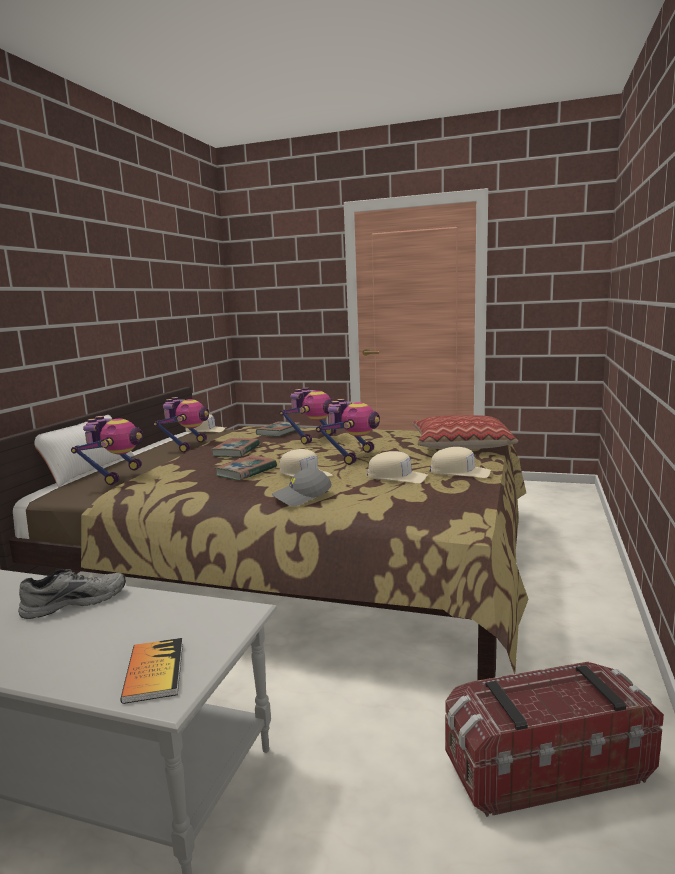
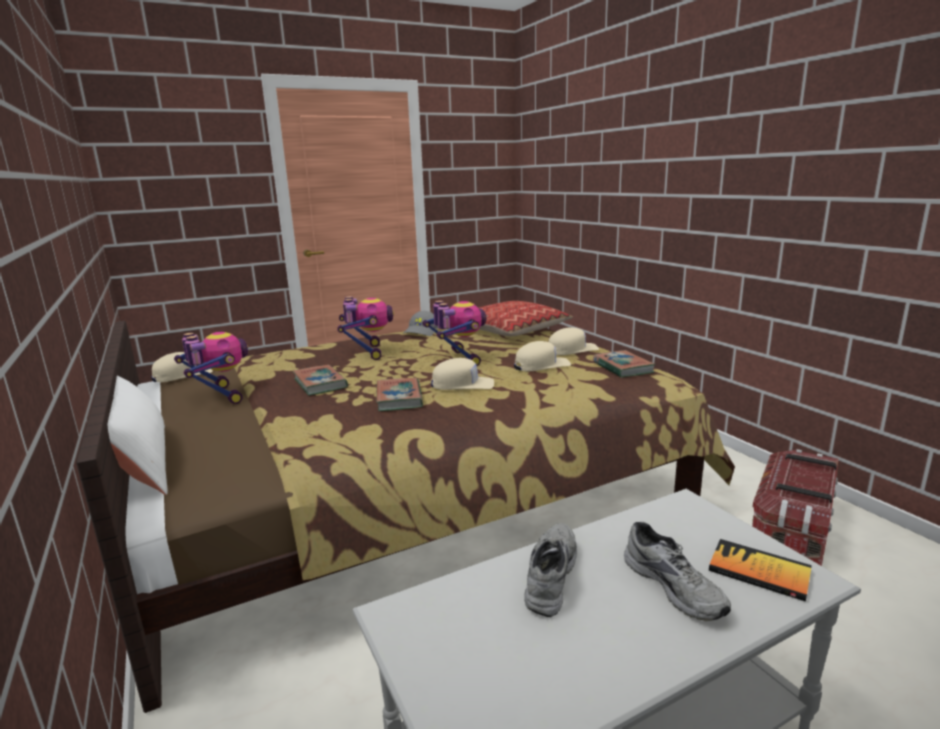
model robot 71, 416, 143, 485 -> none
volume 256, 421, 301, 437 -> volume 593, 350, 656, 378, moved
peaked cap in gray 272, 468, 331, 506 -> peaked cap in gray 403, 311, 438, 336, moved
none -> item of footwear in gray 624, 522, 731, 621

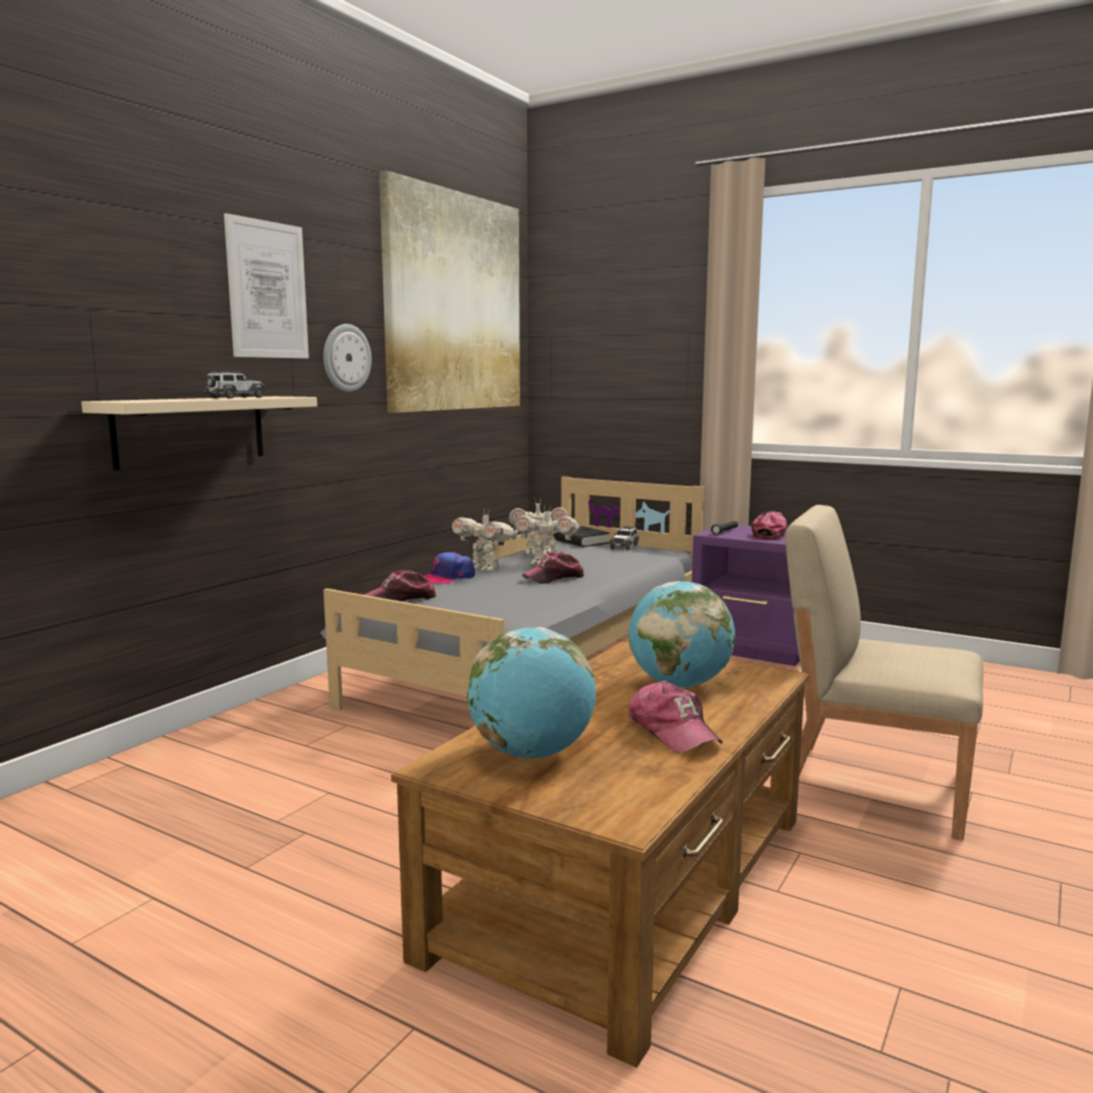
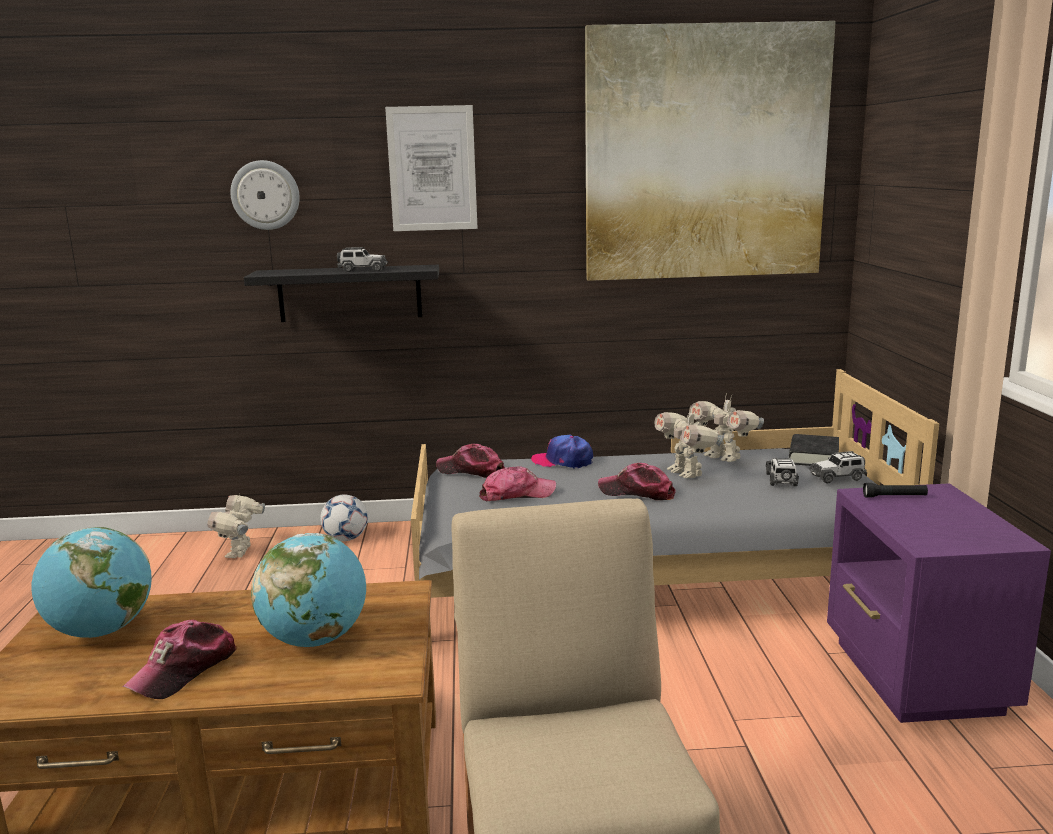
clock on the wall 323, 324, 372, 392 -> clock on the wall 230, 160, 300, 230, moved
shelf in beige-coloured 81, 396, 317, 471 -> shelf in black-coloured 244, 265, 439, 322
model robot 452, 511, 518, 570 -> model robot 207, 494, 265, 558, moved
peaked cap 751, 511, 787, 540 -> peaked cap 479, 466, 556, 501, moved
none -> model car 766, 457, 799, 486
none -> football 320, 494, 368, 541

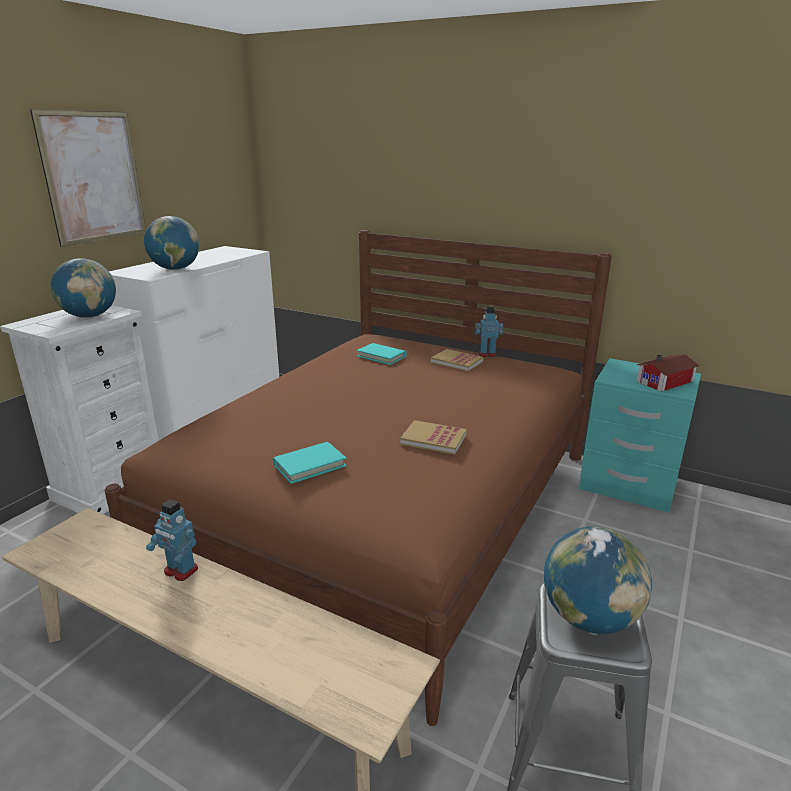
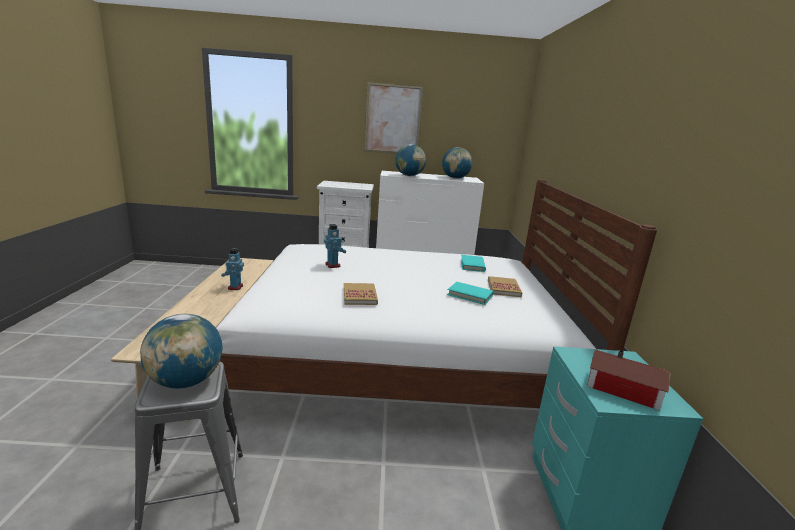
bedroom bed in brown-coloured 105, 230, 612, 726 -> bedroom bed in white 216, 180, 657, 408
desk globe 50, 258, 116, 318 -> desk globe 442, 147, 473, 179, moved
model robot 475, 307, 503, 357 -> model robot 324, 224, 346, 268, moved
volume in blue-green 273, 442, 347, 484 -> volume in blue-green 447, 282, 494, 305, moved

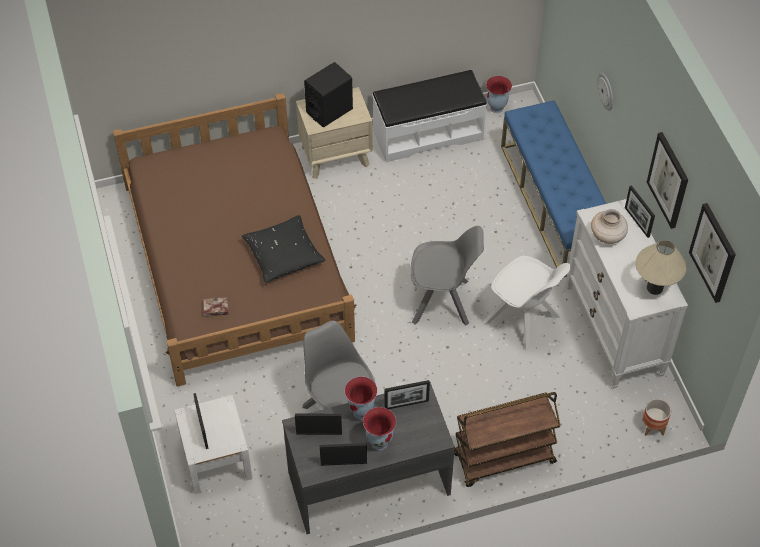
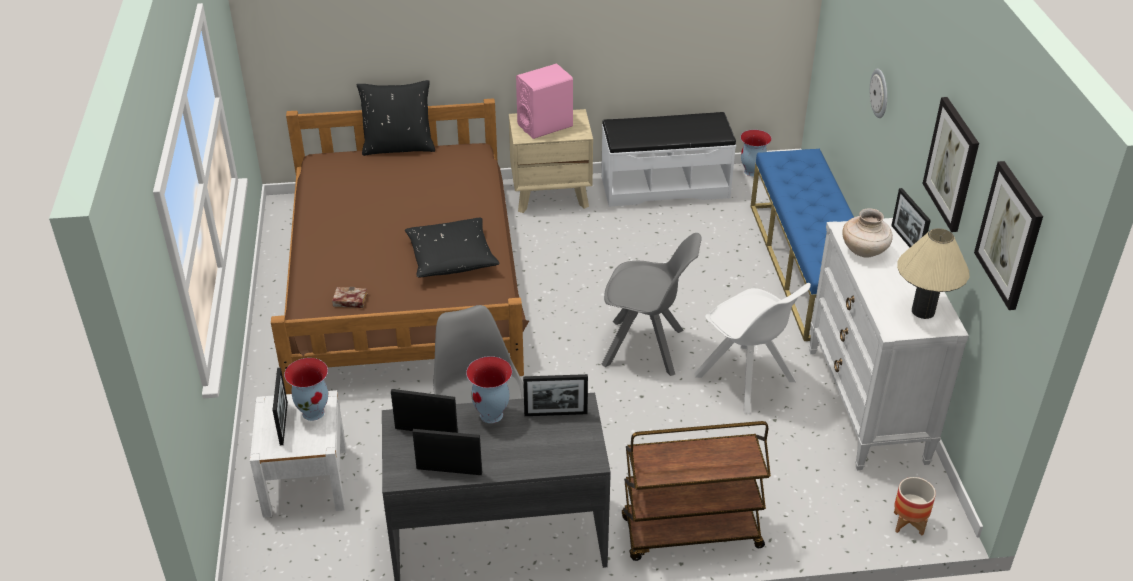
loudspeaker in black-coloured 304, 62, 353, 128 -> loudspeaker in pink-coloured 516, 64, 573, 139
vase 363, 407, 396, 450 -> vase 284, 358, 328, 421, moved
none -> pillow in black-coloured 356, 80, 435, 156

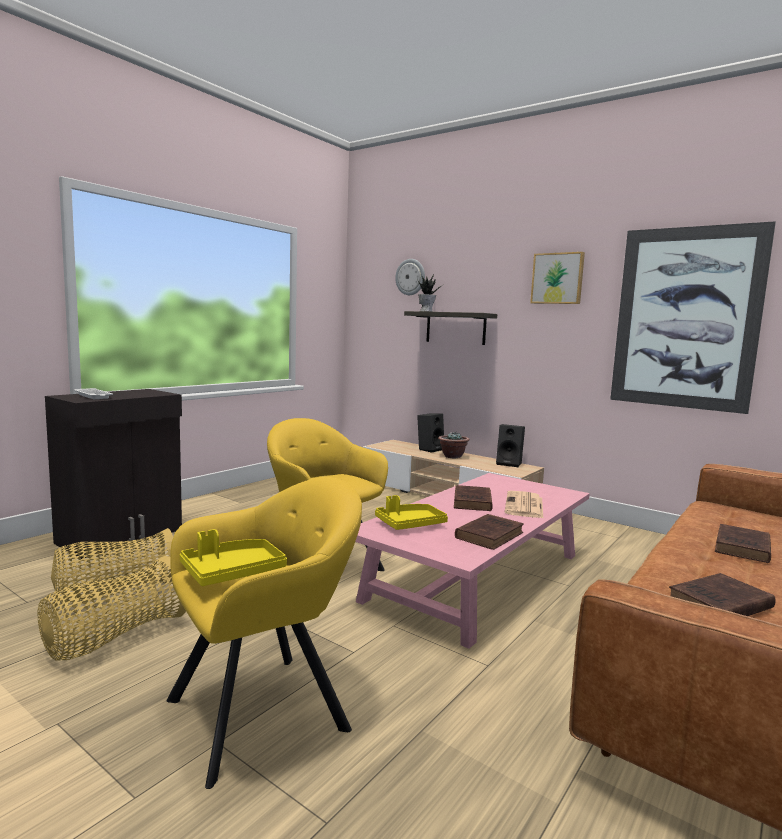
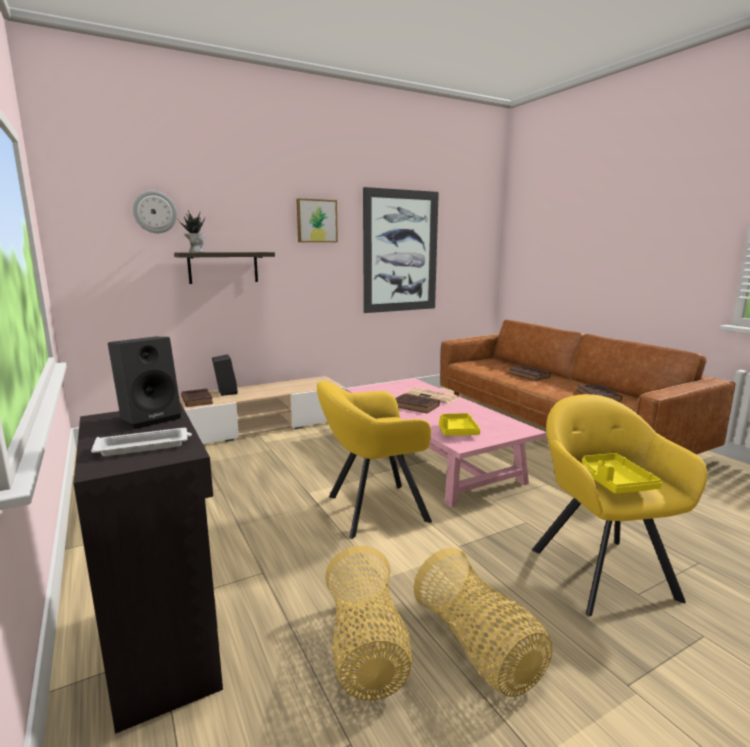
loudspeaker in black-coloured 496, 424, 525, 467 -> loudspeaker in black-coloured 108, 337, 181, 429, moved
houseplant 438, 431, 469, 458 -> none
volume in brown-coloured 455, 514, 524, 550 -> volume in brown-coloured 181, 389, 213, 407, moved

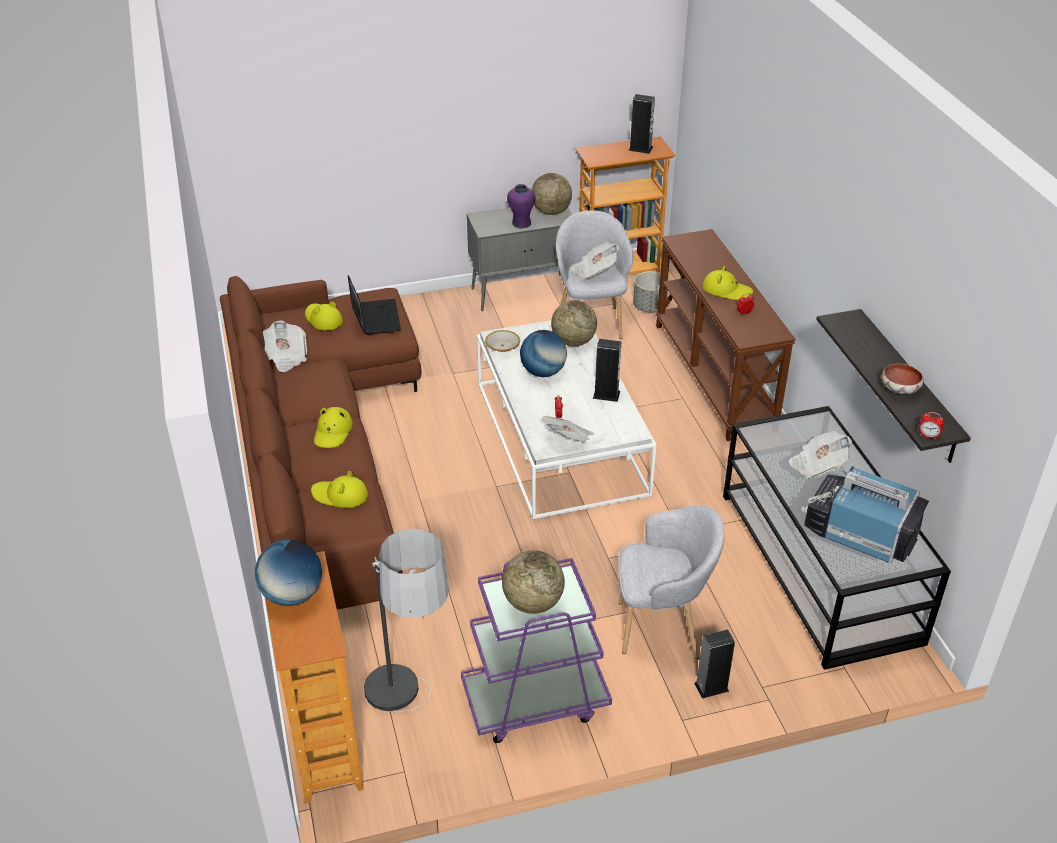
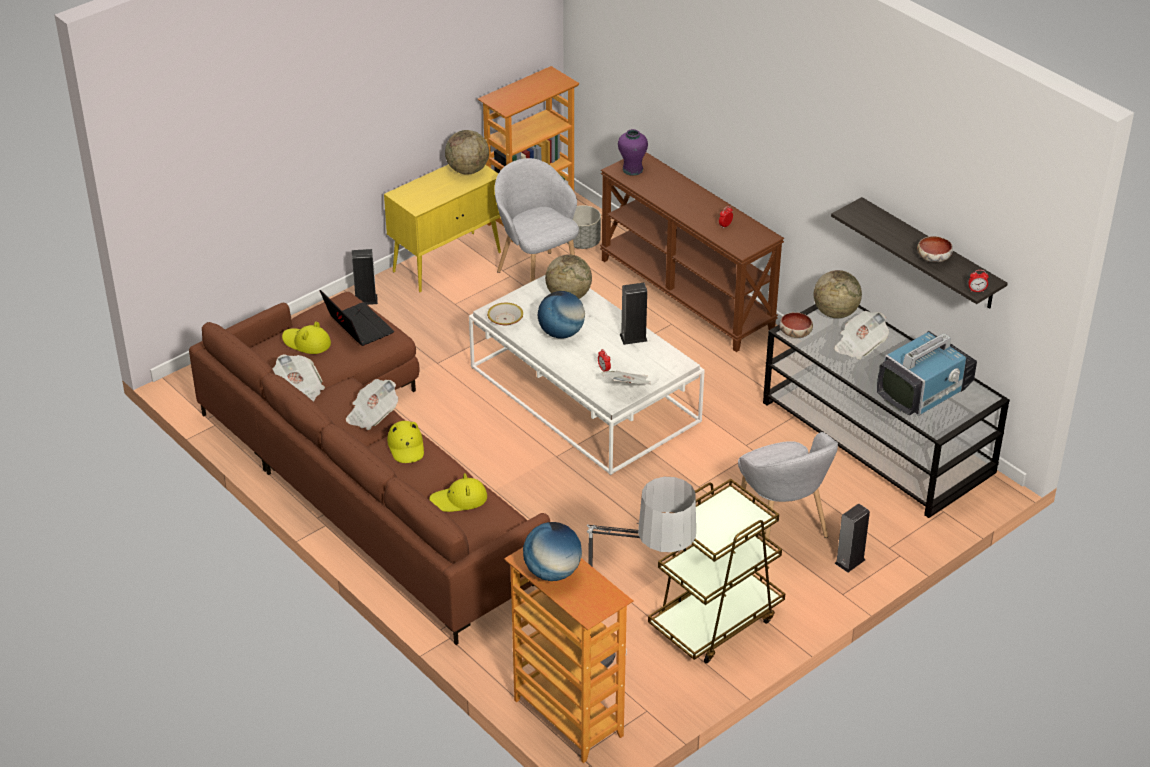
loudspeaker 628, 94, 655, 154 -> loudspeaker 352, 249, 378, 305, moved
vase in purplish 507, 184, 535, 229 -> vase in purplish 618, 129, 648, 176, moved
storage cabinet in gray 467, 206, 572, 311 -> storage cabinet in yellowish 384, 164, 501, 293
daily paper 572, 242, 619, 279 -> daily paper 346, 379, 398, 430, moved
hat in yellowish 703, 266, 753, 300 -> none
TV set 801, 466, 929, 563 -> TV set 877, 331, 977, 416, 135 degrees clockwise
easy chair in gray 618, 505, 724, 659 -> easy chair in gray 738, 432, 838, 544, 90 degrees clockwise
desk globe 502, 550, 565, 614 -> desk globe 814, 270, 862, 318, moved
cart in purplish 461, 558, 612, 743 -> cart in brown-coloured 648, 479, 785, 664
none -> serving bowl 779, 312, 813, 338

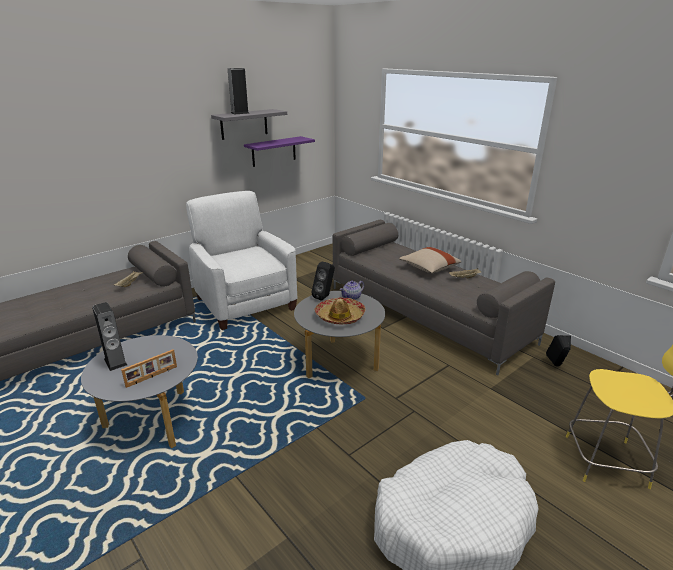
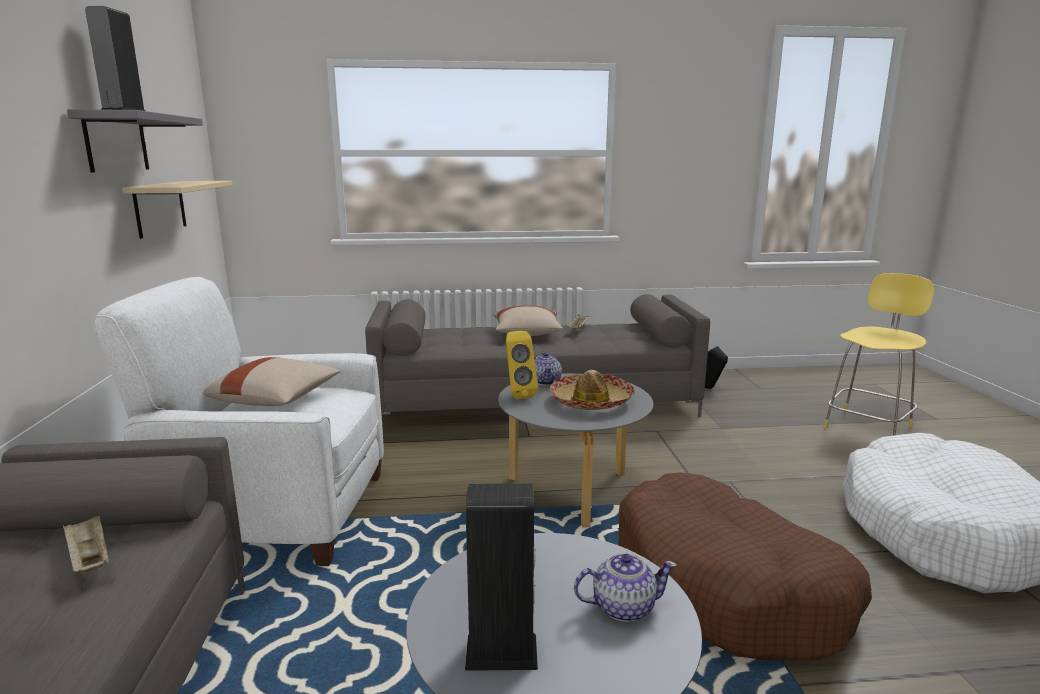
shelf in purplish 244, 136, 315, 167 -> shelf in beige-coloured 122, 181, 232, 239
loudspeaker in black-coloured 312, 262, 335, 301 -> loudspeaker in yellowish 506, 331, 538, 399
picture frame 121, 349, 177, 388 -> pot for tea 574, 553, 677, 622
none -> pillow in beige-coloured 203, 357, 340, 406
none -> pet bed in brown-coloured 619, 472, 872, 661

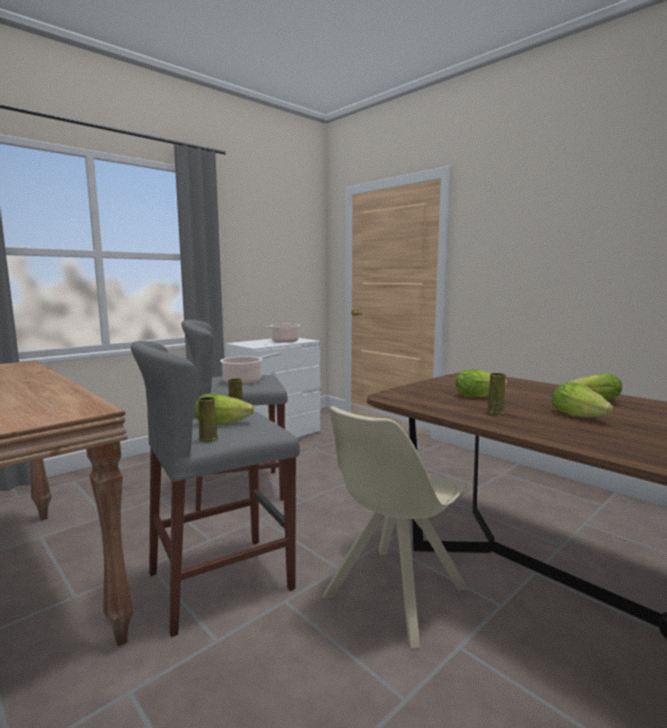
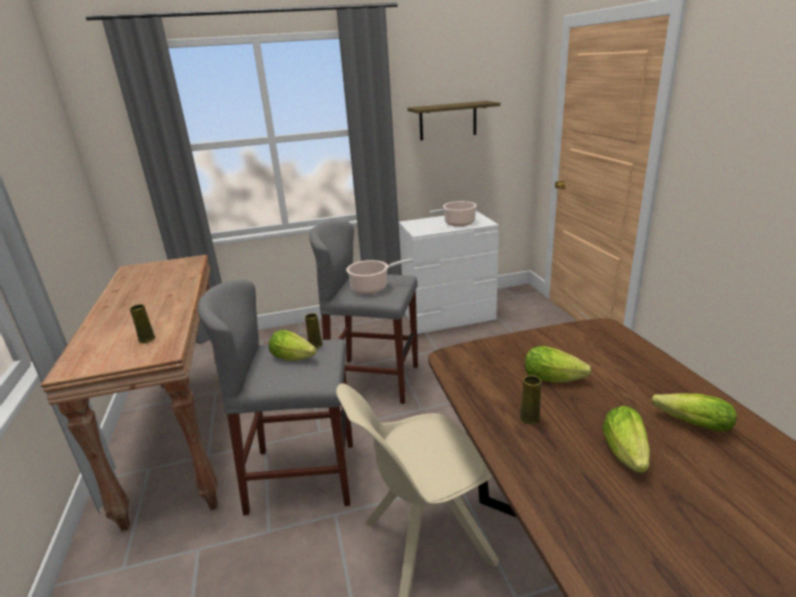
vase in yellowish 198, 397, 218, 442 -> vase in yellowish 130, 304, 155, 343, moved
none -> shelf 407, 101, 501, 140

